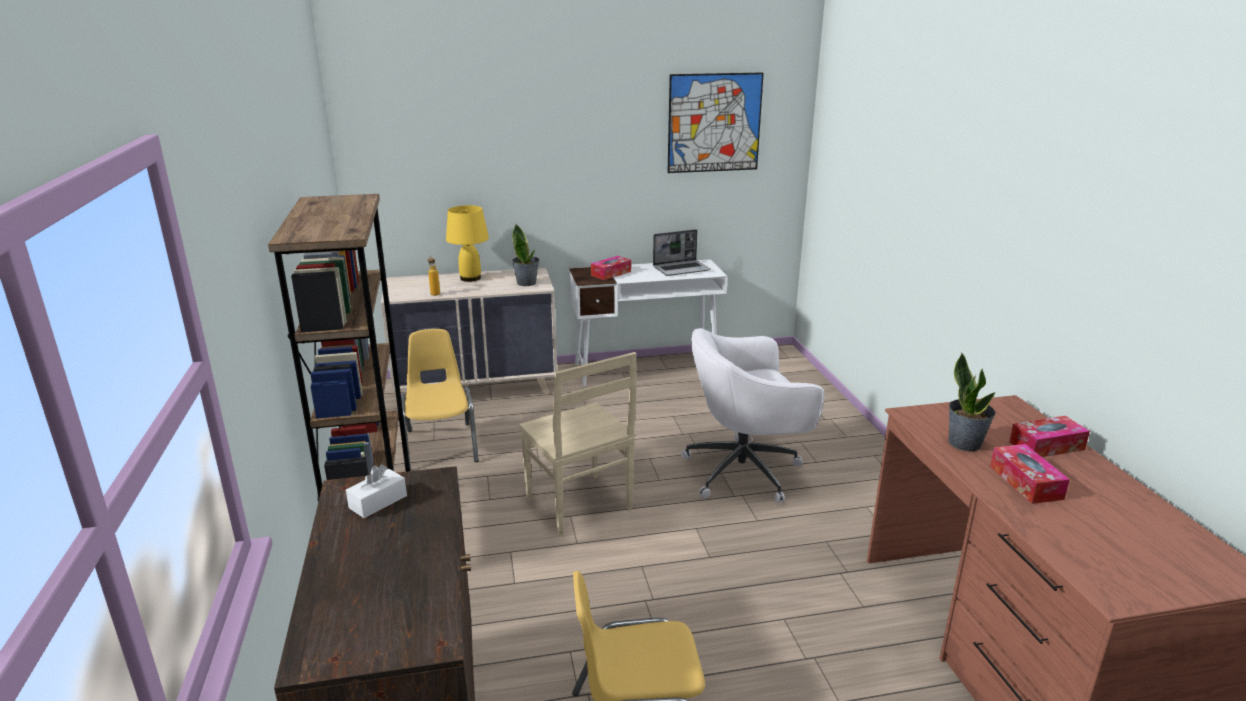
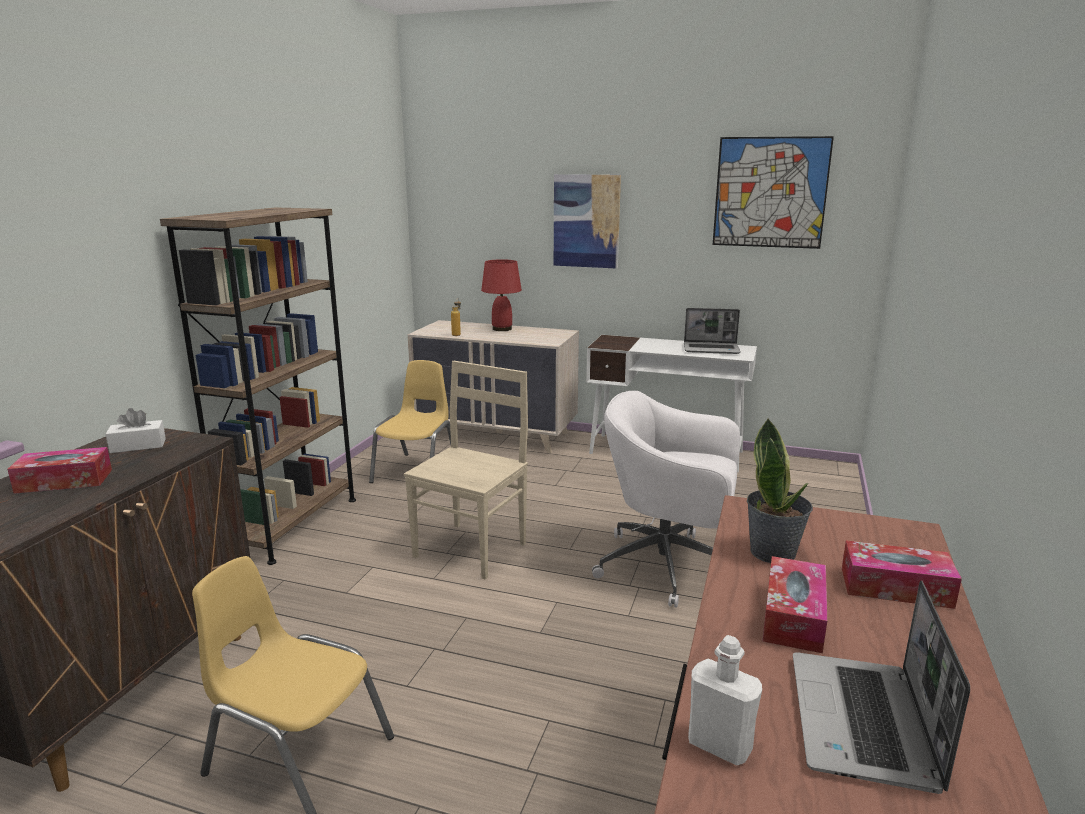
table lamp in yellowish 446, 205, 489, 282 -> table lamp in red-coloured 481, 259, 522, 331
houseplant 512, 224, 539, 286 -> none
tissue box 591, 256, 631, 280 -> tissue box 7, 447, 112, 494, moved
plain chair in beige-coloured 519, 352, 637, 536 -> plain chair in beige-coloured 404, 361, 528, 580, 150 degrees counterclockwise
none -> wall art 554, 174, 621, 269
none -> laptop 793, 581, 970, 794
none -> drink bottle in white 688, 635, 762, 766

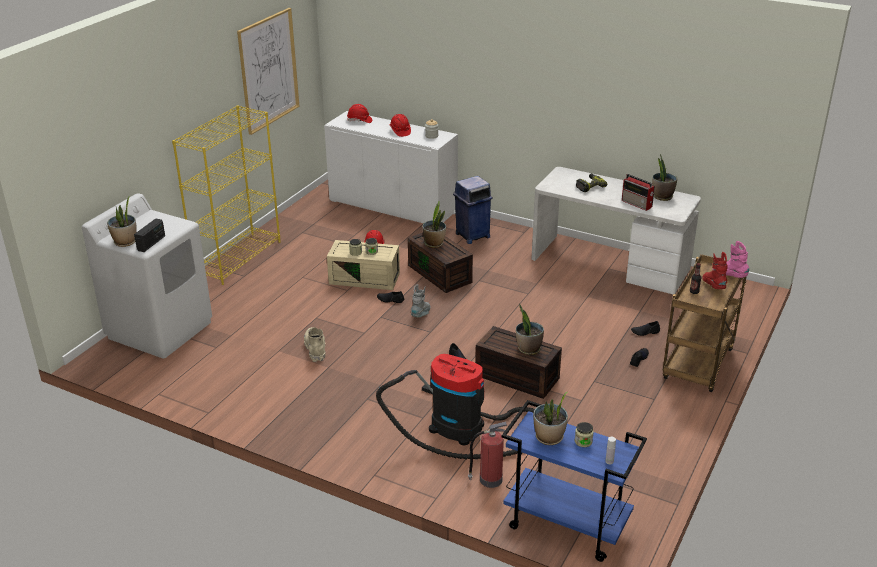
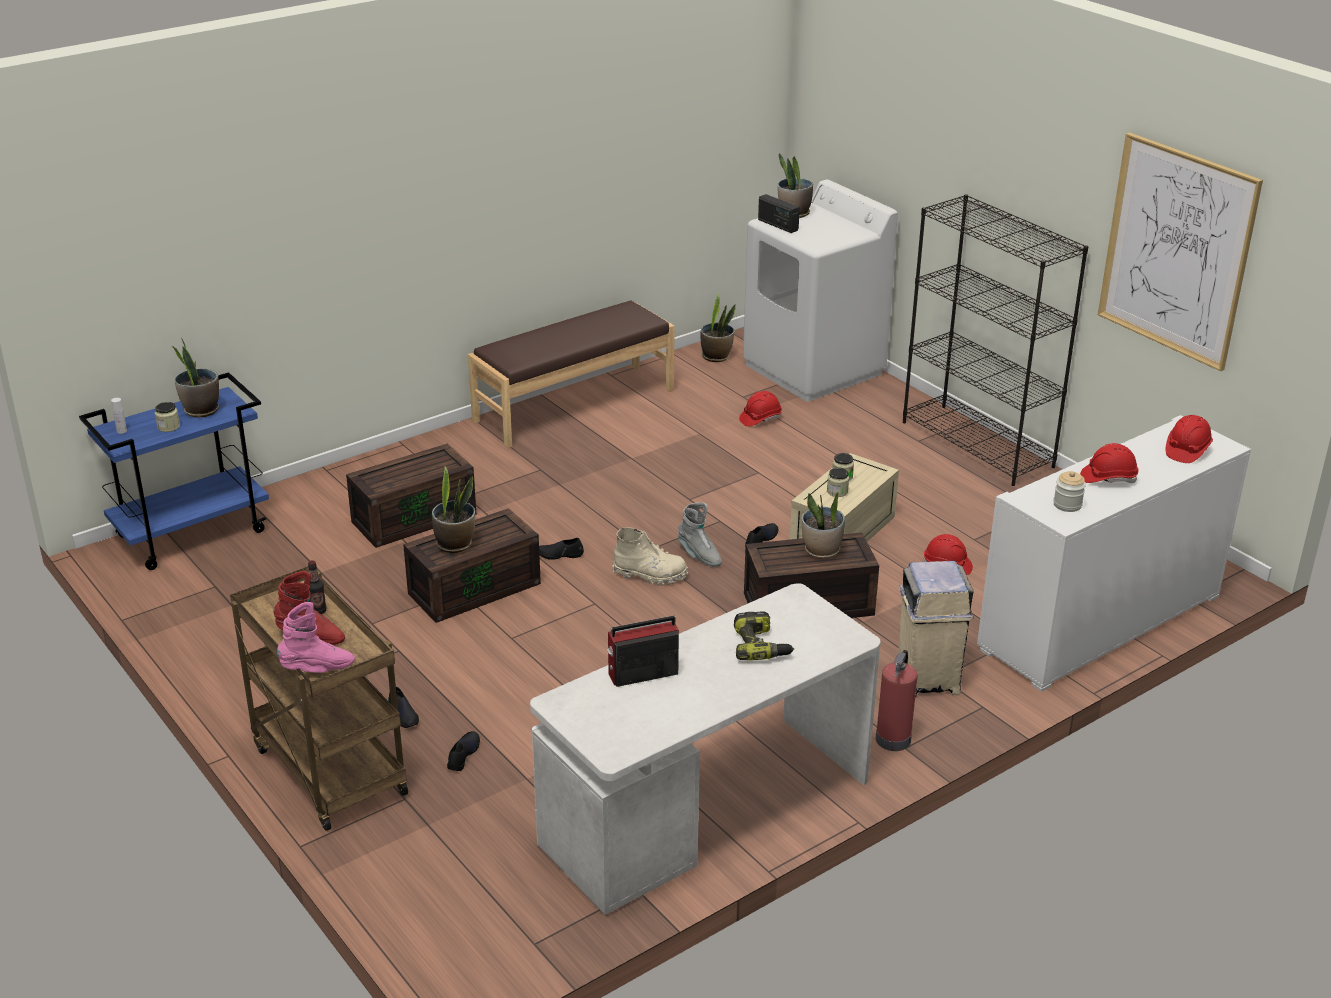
bookshelf in yellowish 172, 105, 280, 285 -> bookshelf in black-coloured 903, 194, 1089, 486
houseplant 652, 154, 677, 201 -> houseplant 701, 293, 736, 362, moved
rubbish bin in blue-coloured 453, 176, 493, 244 -> rubbish bin in beige-coloured 898, 561, 974, 697
high-top boot in beige-coloured 304, 327, 326, 362 -> high-top boot in beige-coloured 613, 527, 688, 586, moved
vacuum cleaner 376, 354, 535, 459 -> storage container in brown-coloured 346, 444, 477, 548
fire extinguisher 468, 422, 507, 488 -> fire extinguisher 876, 650, 917, 751, moved
none -> long seat in brown-coloured 468, 300, 675, 448
none -> hard hat in red-coloured 739, 391, 782, 427

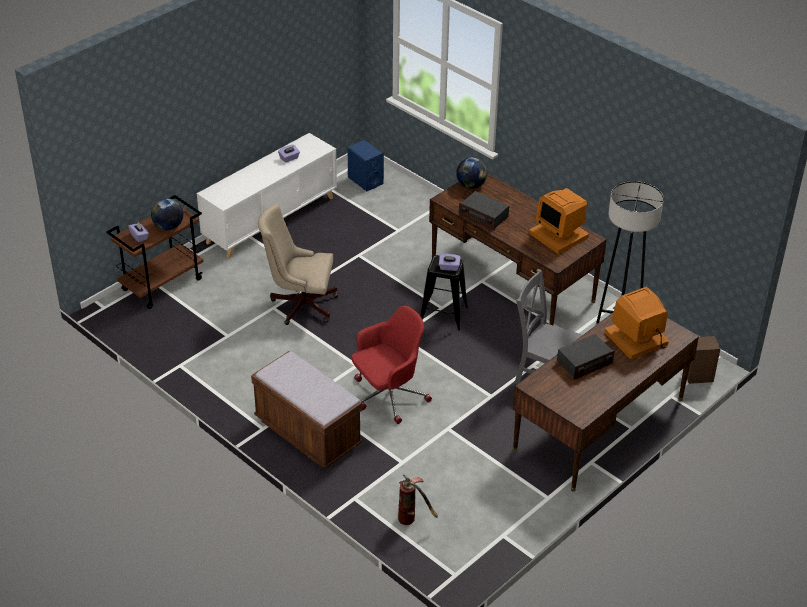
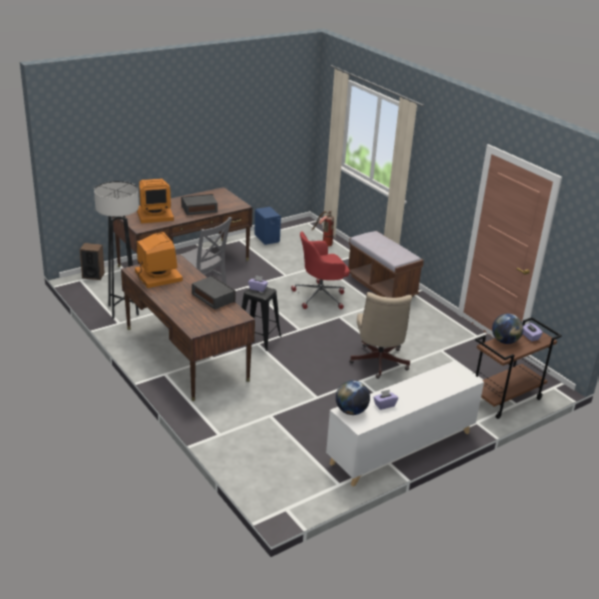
loudspeaker in blue-coloured 348, 140, 384, 191 -> loudspeaker in blue-coloured 254, 207, 281, 245, moved
desk globe 456, 158, 487, 189 -> desk globe 336, 380, 370, 415, moved
computer chair in beige-coloured 258, 204, 338, 325 -> computer chair in beige-coloured 349, 292, 412, 379, 75 degrees clockwise

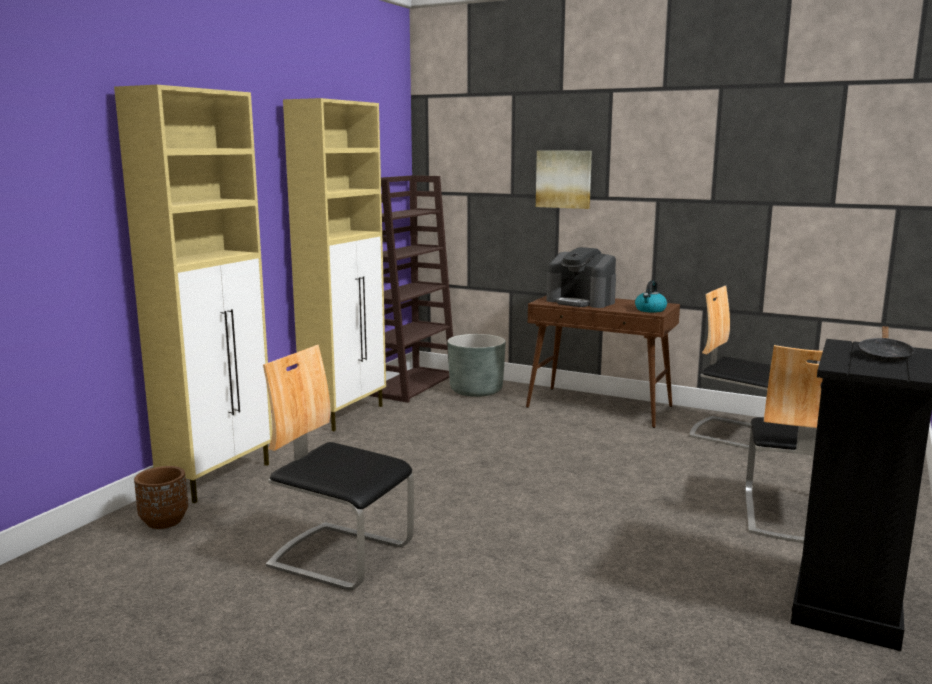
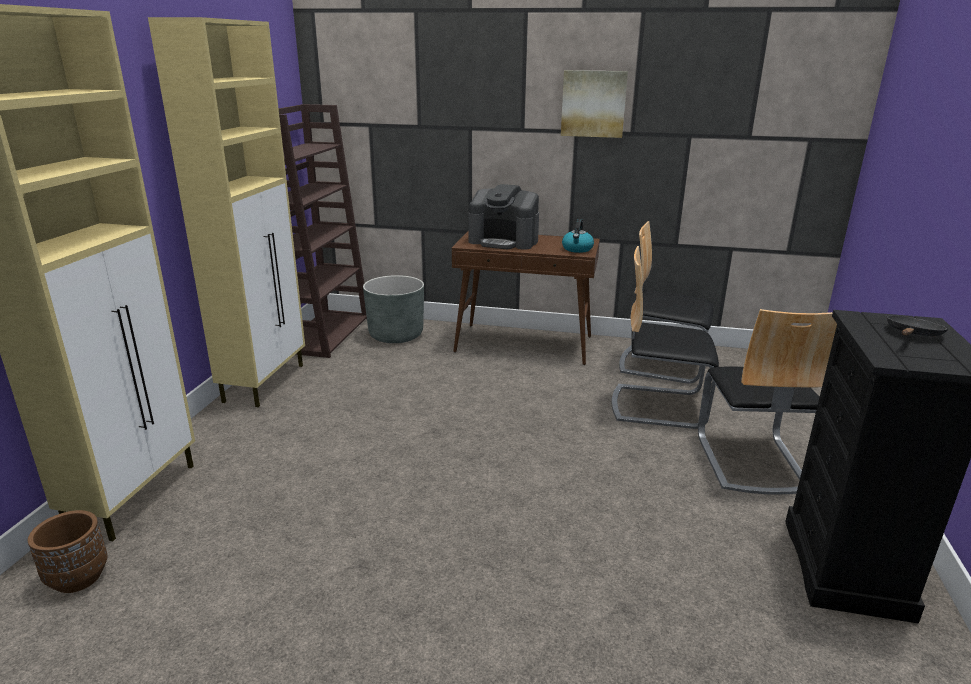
wall art 536, 151, 592, 209 -> wall art 561, 70, 628, 138, moved
pan in black-coloured 858, 326, 915, 362 -> pan in black-coloured 886, 315, 948, 336, 150 degrees counterclockwise
plain chair 263, 345, 414, 590 -> plain chair 611, 246, 719, 429, moved

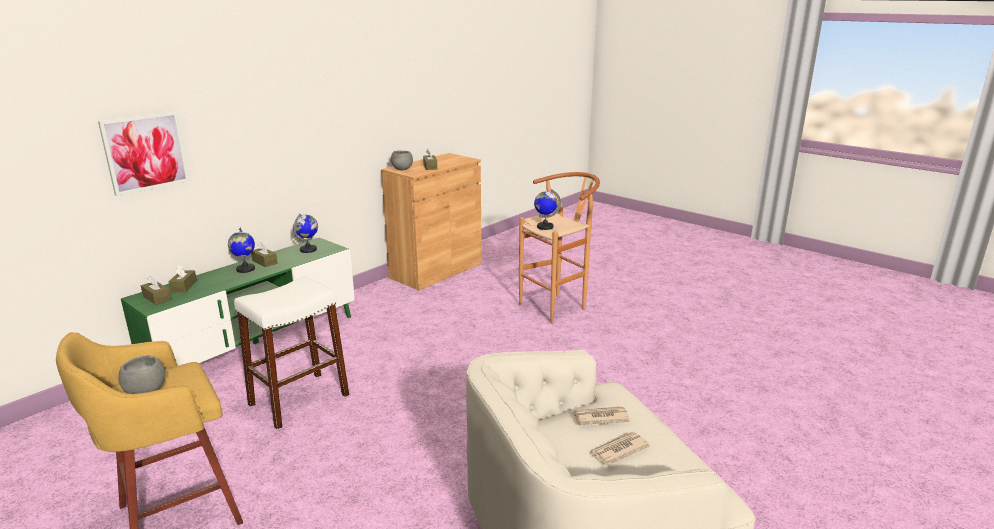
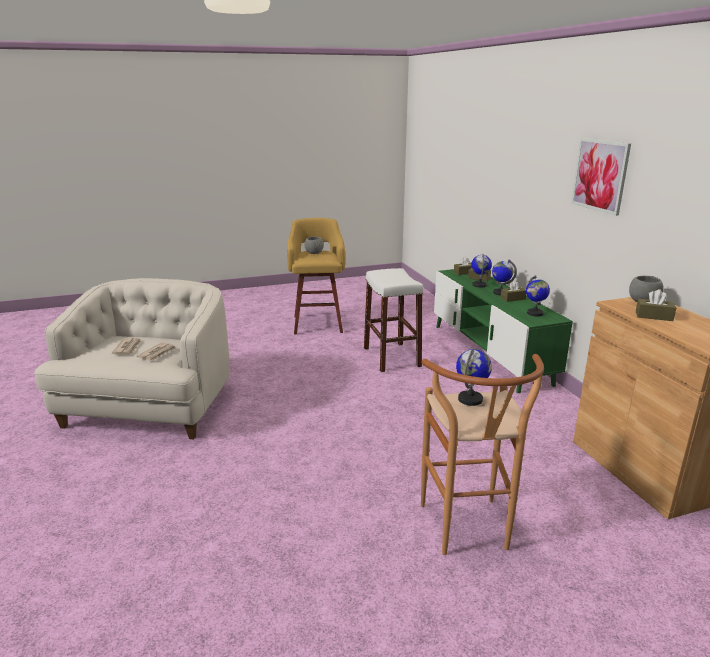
wall art 98, 111, 190, 196 -> wall art 571, 138, 631, 216, moved
none -> desk globe 472, 254, 492, 288

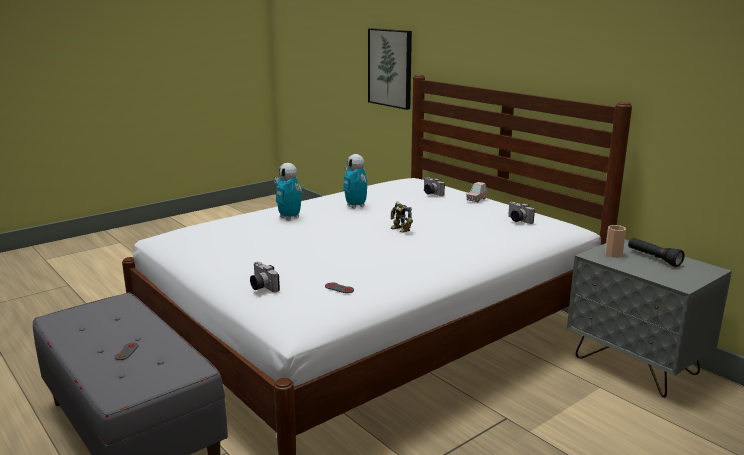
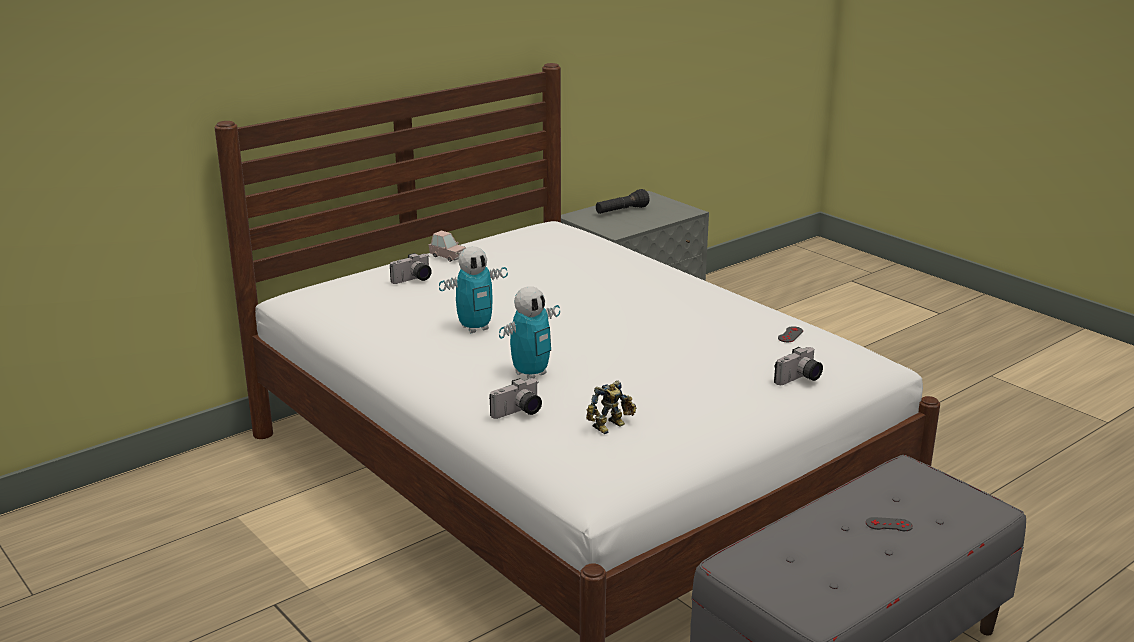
wall art 368, 28, 412, 110 -> none
model robot 391, 202, 413, 233 -> model robot 586, 380, 637, 434, moved
photo camera 508, 202, 535, 224 -> photo camera 489, 378, 542, 419, moved
small cup 605, 225, 626, 257 -> none

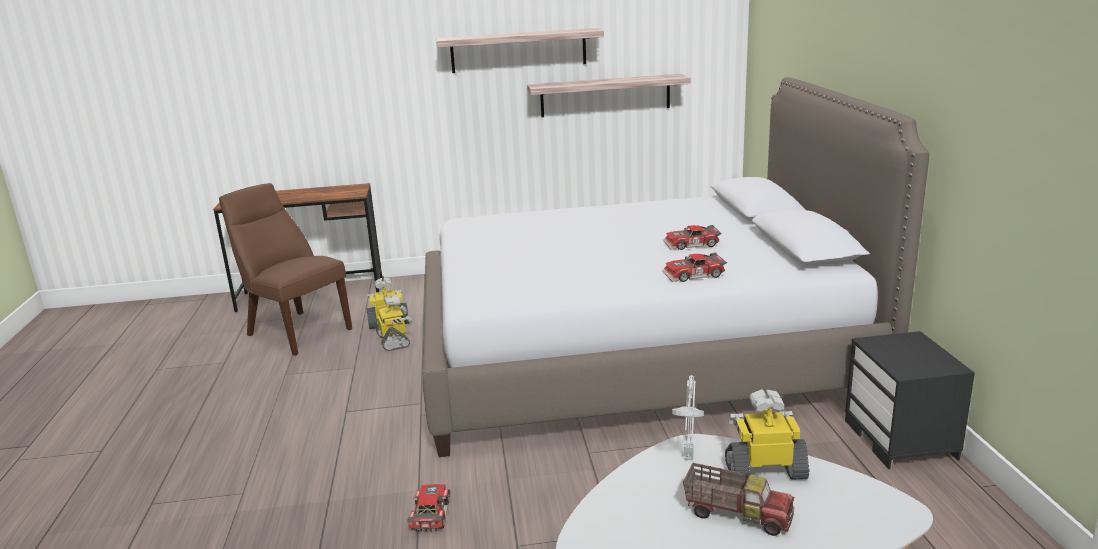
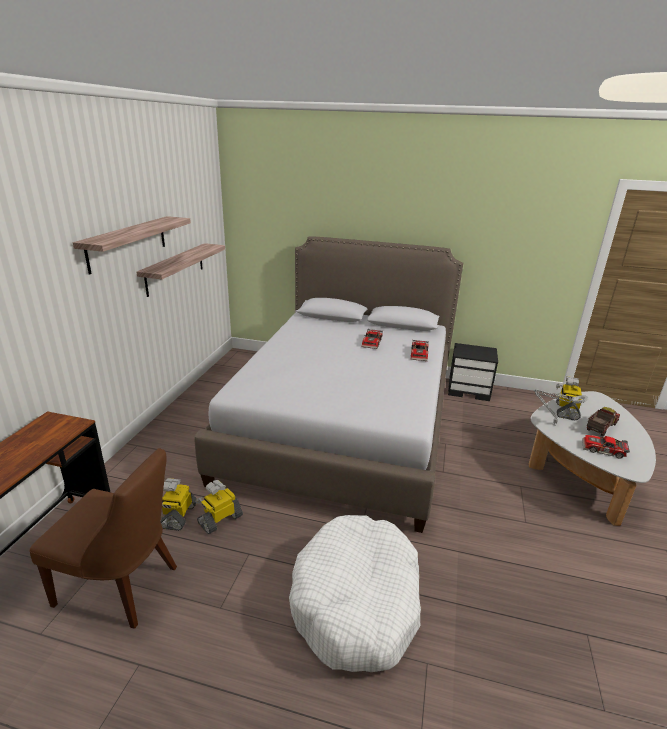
plain chair in brown-coloured 219, 183, 352, 356 -> plain chair in brown-coloured 29, 448, 177, 629, 135 degrees counterclockwise
model robot 376, 295, 412, 351 -> model robot 195, 480, 243, 534, 45 degrees counterclockwise
model car 407, 484, 451, 532 -> model car 582, 435, 630, 459, moved
none -> pet bed in white 289, 515, 421, 672

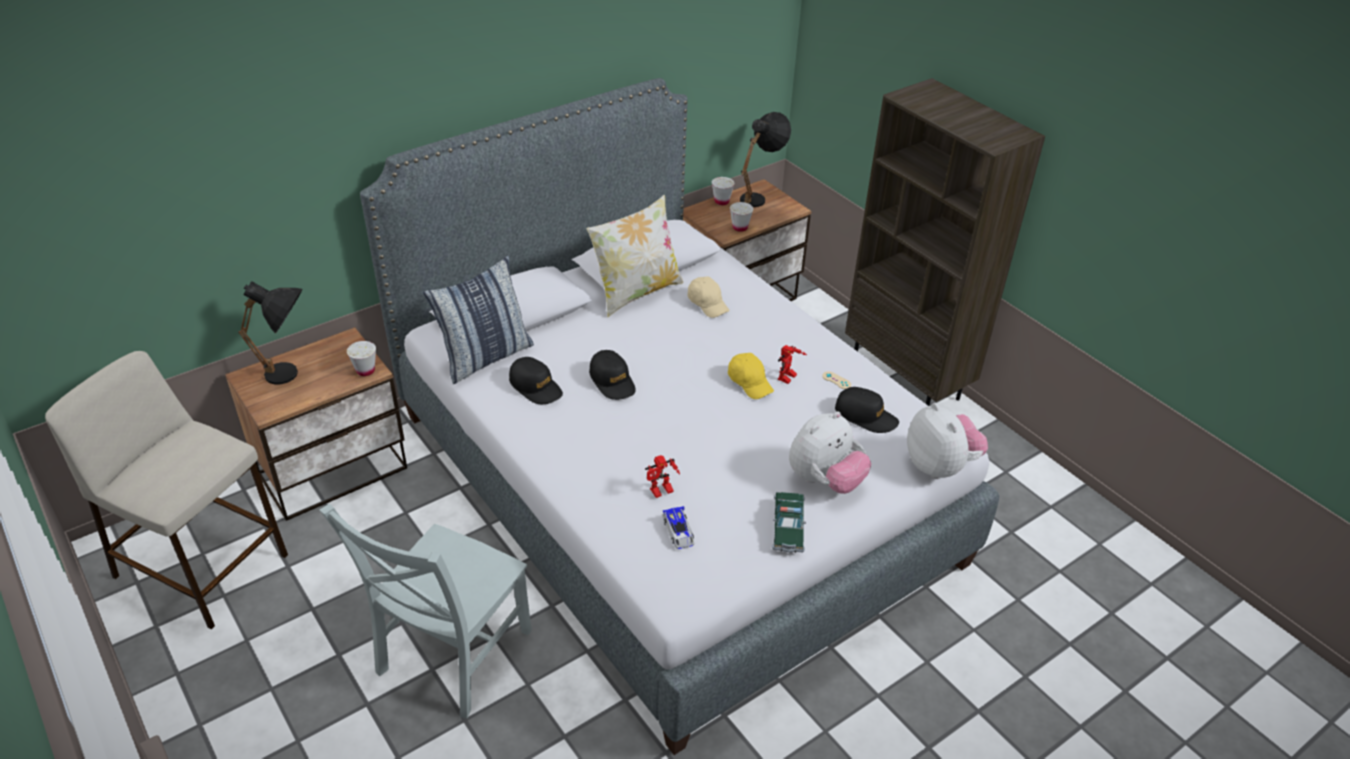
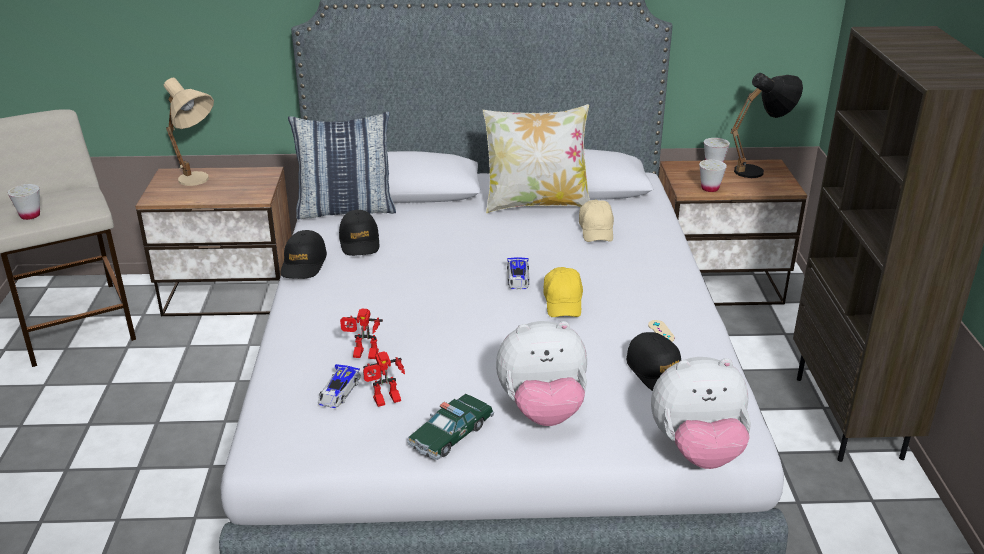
table lamp in black-coloured 238, 282, 302, 385 -> table lamp in beige-coloured 164, 78, 214, 186
small cup in white 347, 341, 376, 376 -> small cup in white 8, 184, 40, 220, moved
model robot 778, 345, 807, 384 -> model robot 363, 351, 405, 407, moved
peaked cap in black-coloured 589, 350, 636, 400 -> peaked cap in black-coloured 281, 230, 327, 279, moved
plush toy 907, 403, 988, 479 -> plush toy 651, 357, 751, 469, 75 degrees clockwise
plain chair in gray 320, 504, 532, 719 -> none
none -> model car 507, 258, 530, 290

